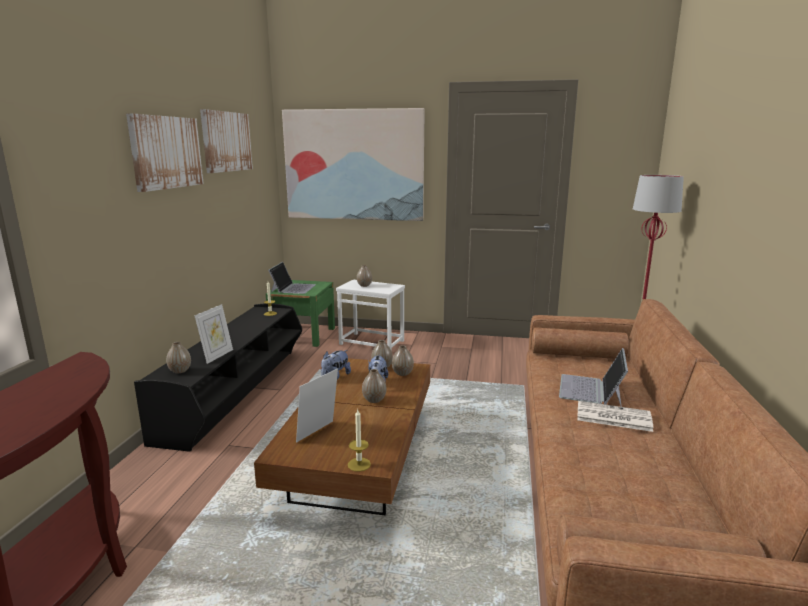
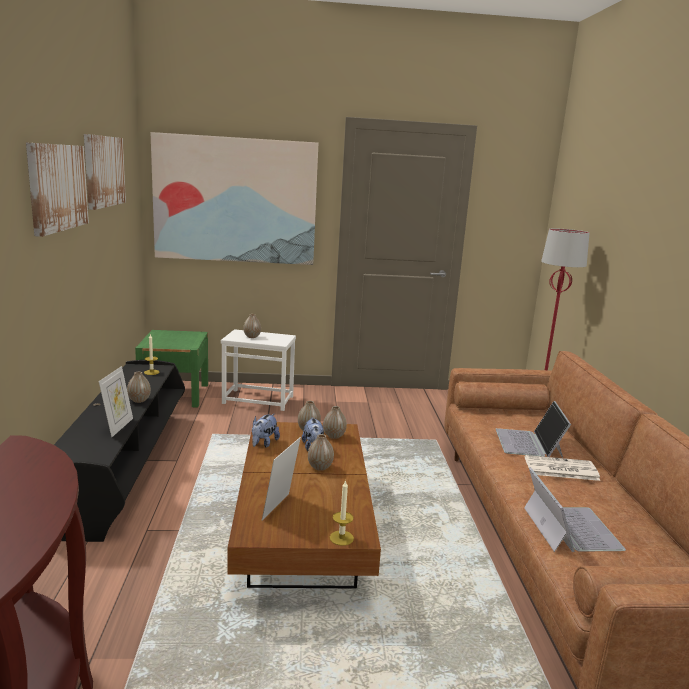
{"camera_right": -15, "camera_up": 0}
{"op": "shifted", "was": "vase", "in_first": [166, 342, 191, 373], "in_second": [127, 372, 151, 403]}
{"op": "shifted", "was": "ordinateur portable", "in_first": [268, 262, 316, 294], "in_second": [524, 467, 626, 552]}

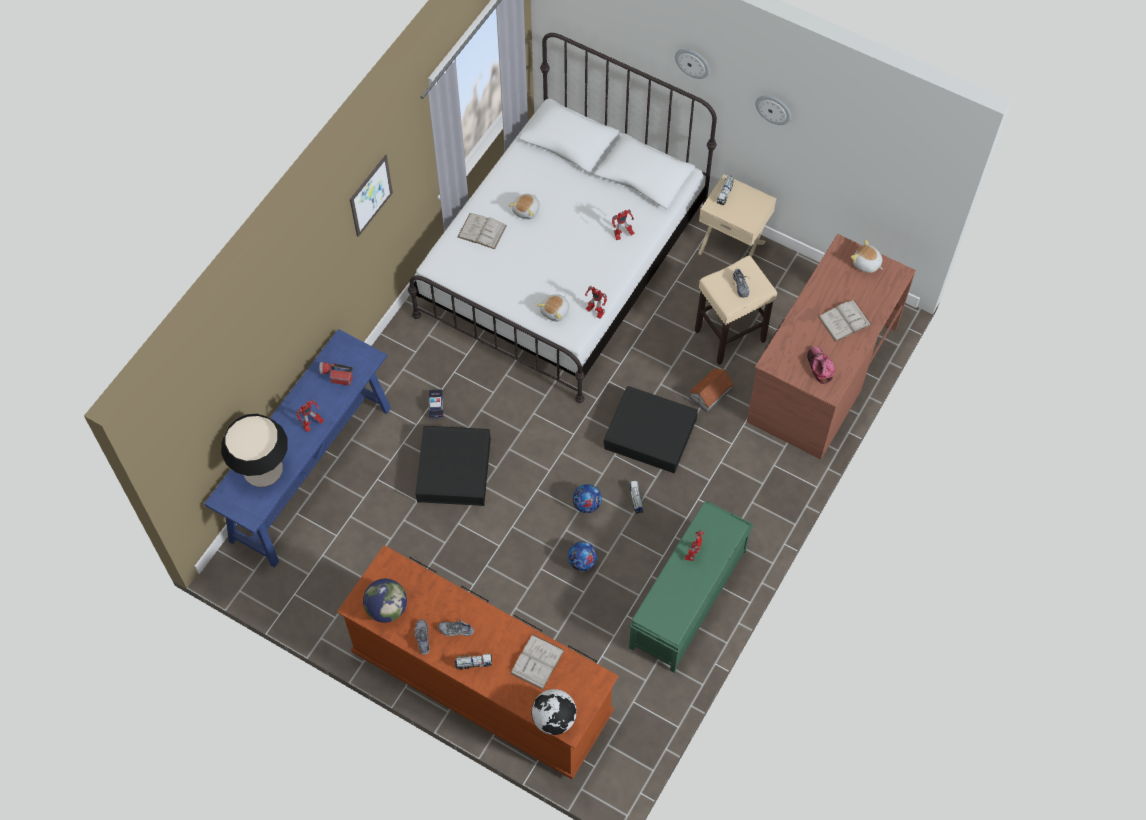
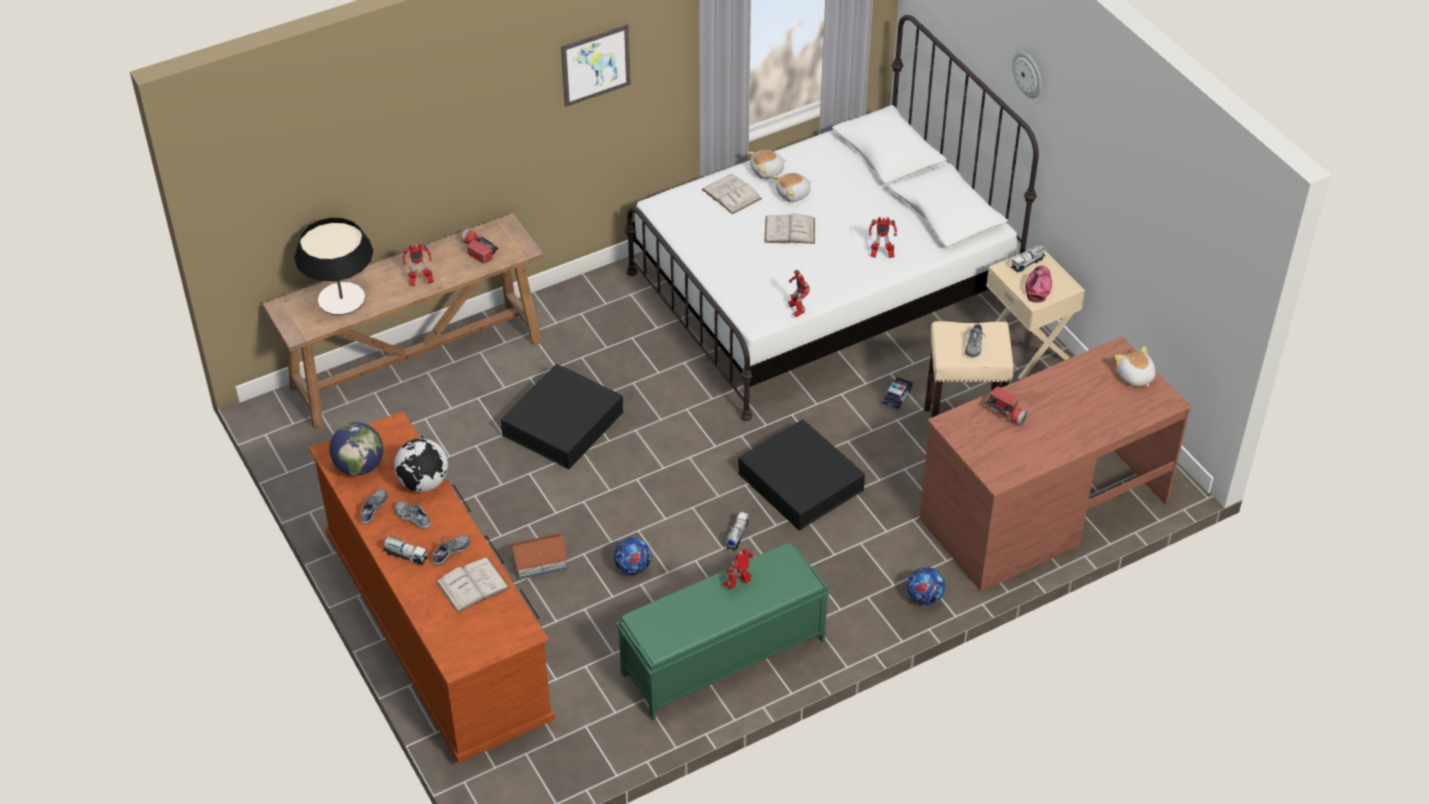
{"camera_right": 30, "camera_up": -15}
{"op": "repainted", "was": "table console [bleu]", "now": "table console [marron]", "in_first": [204, 329, 391, 568], "in_second": [263, 213, 544, 430]}
{"op": "shifted", "was": "globe", "in_first": [531, 689, 577, 735], "in_second": [394, 438, 448, 492]}
{"op": "new", "now": "chaussure", "in_second": [432, 535, 470, 566]}
{"op": "shifted", "was": "maison miniature", "in_first": [688, 368, 734, 413], "in_second": [509, 534, 568, 580]}
{"op": "shifted", "was": "peluche", "in_first": [537, 294, 569, 322], "in_second": [747, 150, 786, 179]}
{"op": "shifted", "was": "livre [blanc]", "in_first": [818, 300, 872, 342], "in_second": [764, 213, 815, 244]}
{"op": "shifted", "was": "petite voiture", "in_first": [428, 389, 443, 419], "in_second": [882, 377, 913, 410]}
{"op": "shifted", "was": "ballon de foot", "in_first": [573, 484, 602, 513], "in_second": [907, 567, 945, 605]}
{"op": "new", "now": "lampe de poche", "in_second": [984, 386, 1027, 426]}
{"op": "shifted", "was": "casquette", "in_first": [807, 346, 835, 384], "in_second": [1025, 266, 1052, 302]}
{"op": "gone", "was": "horloge murale", "in_first": [755, 95, 791, 125]}

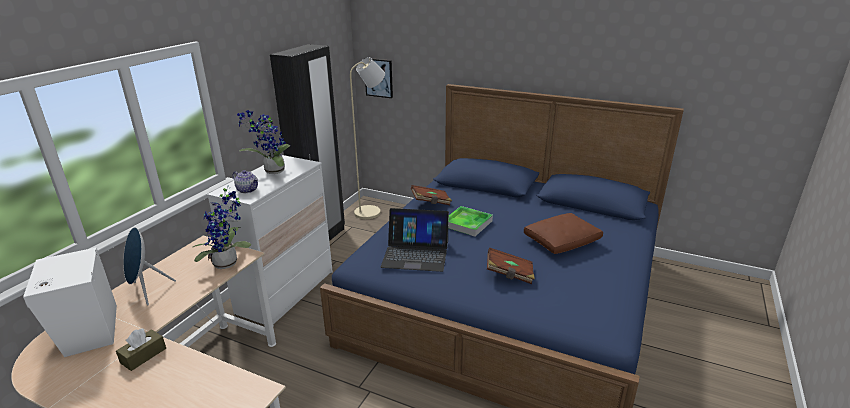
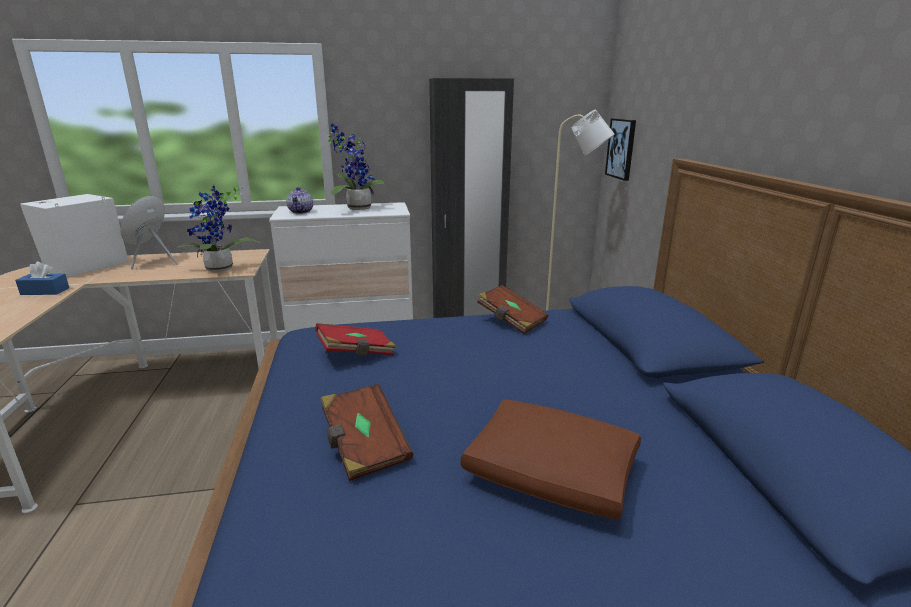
{"camera_right": 55, "camera_up": -5}
{"op": "repainted", "was": "boîte à mouchoirs [marron]", "now": "boîte à mouchoirs [bleu]", "in_first": [116, 329, 166, 371], "in_second": [15, 262, 69, 295]}
{"op": "swapped", "was": "ordinateur portable", "now": "livre [rouge]", "in_first": [381, 208, 449, 272], "in_second": [315, 323, 396, 356]}
{"op": "gone", "was": "plateau", "in_first": [448, 206, 493, 237]}

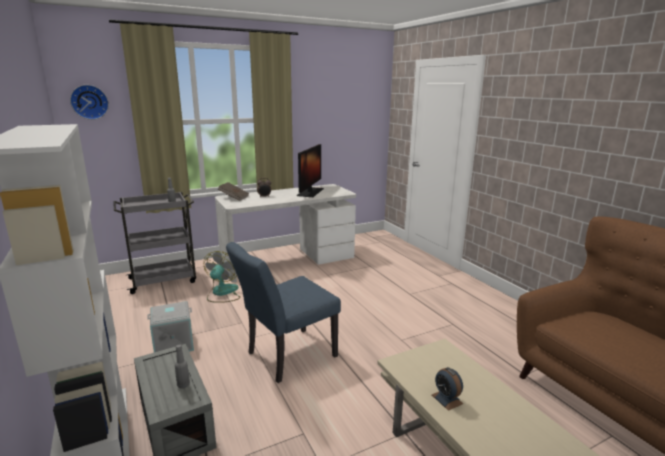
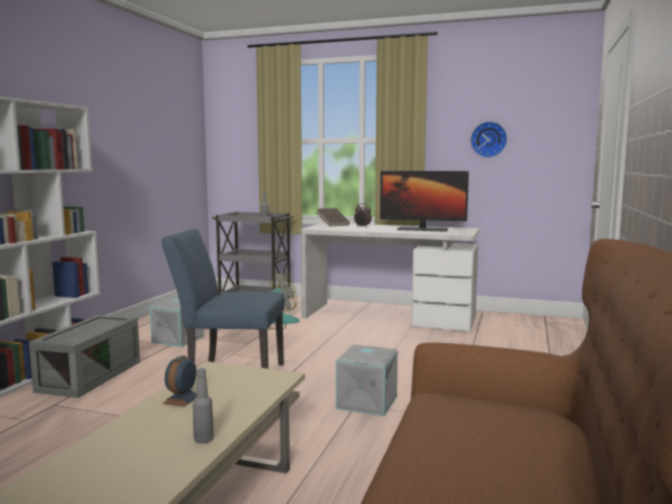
{"camera_right": 45, "camera_up": -10}
{"op": "shifted", "was": "bouteille [gris]", "in_first": [175, 344, 190, 389], "in_second": [193, 368, 214, 444]}
{"op": "new", "now": "boîte de rangement [gris]", "in_second": [336, 345, 398, 416]}
{"op": "rotated", "was": "écran d'ordinateur", "in_first": [297, 144, 324, 197], "in_second": [380, 171, 469, 232], "clockwise": 45}
{"op": "shifted", "was": "horloge murale", "in_first": [70, 85, 109, 120], "in_second": [470, 121, 507, 158]}

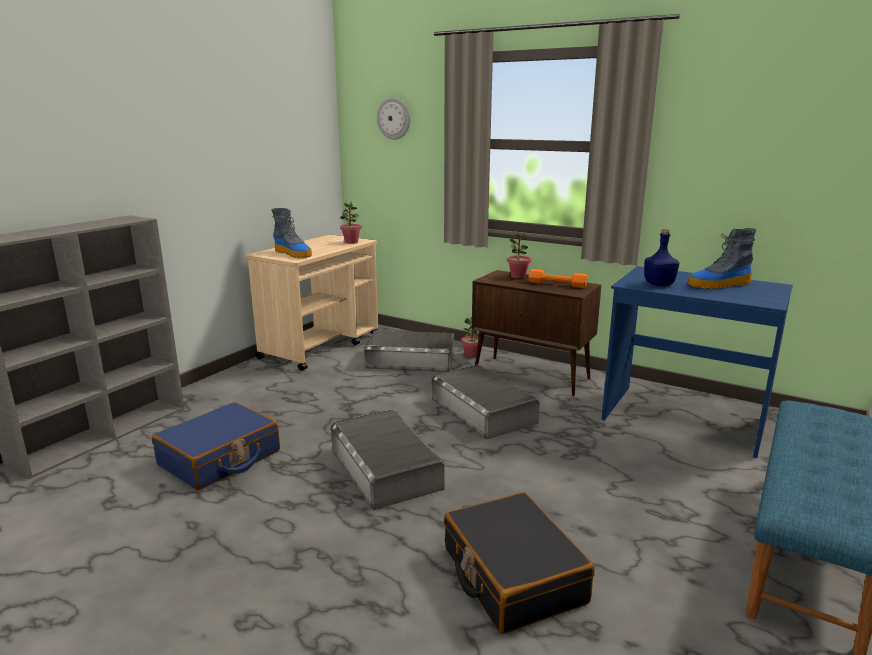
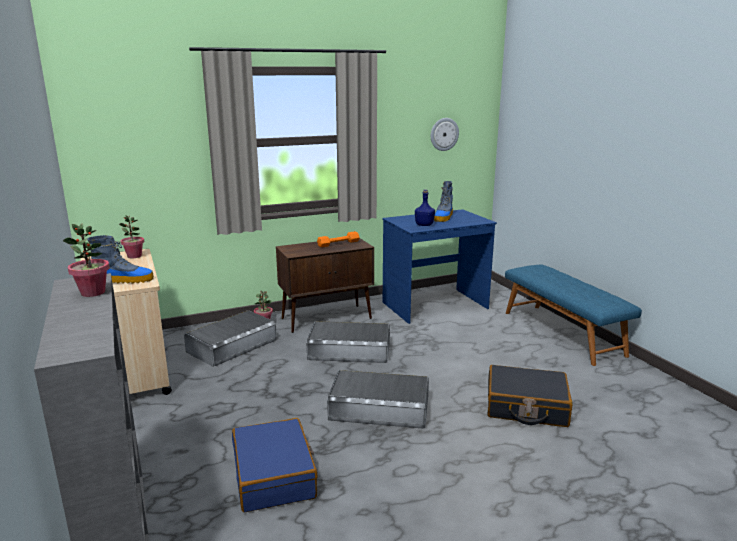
{"camera_right": -55, "camera_up": 0}
{"op": "shifted", "was": "plante en pot", "in_first": [507, 231, 531, 279], "in_second": [63, 223, 110, 297]}
{"op": "shifted", "was": "horloge murale", "in_first": [377, 97, 410, 140], "in_second": [431, 118, 459, 151]}

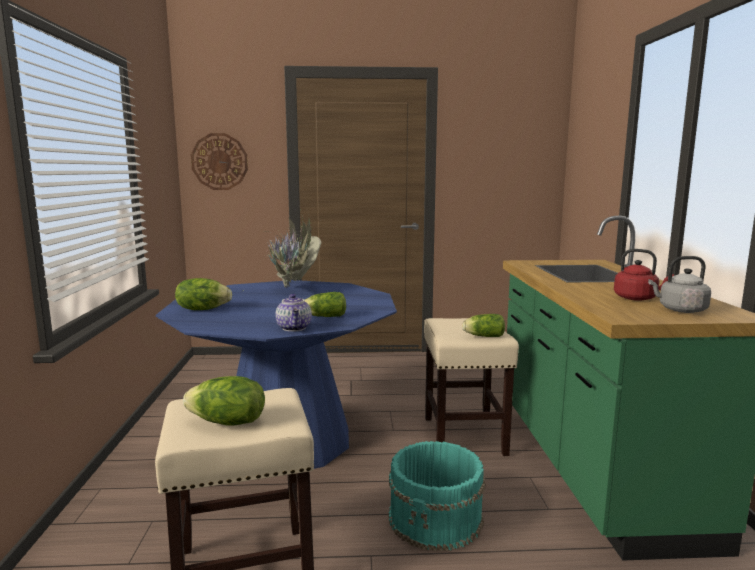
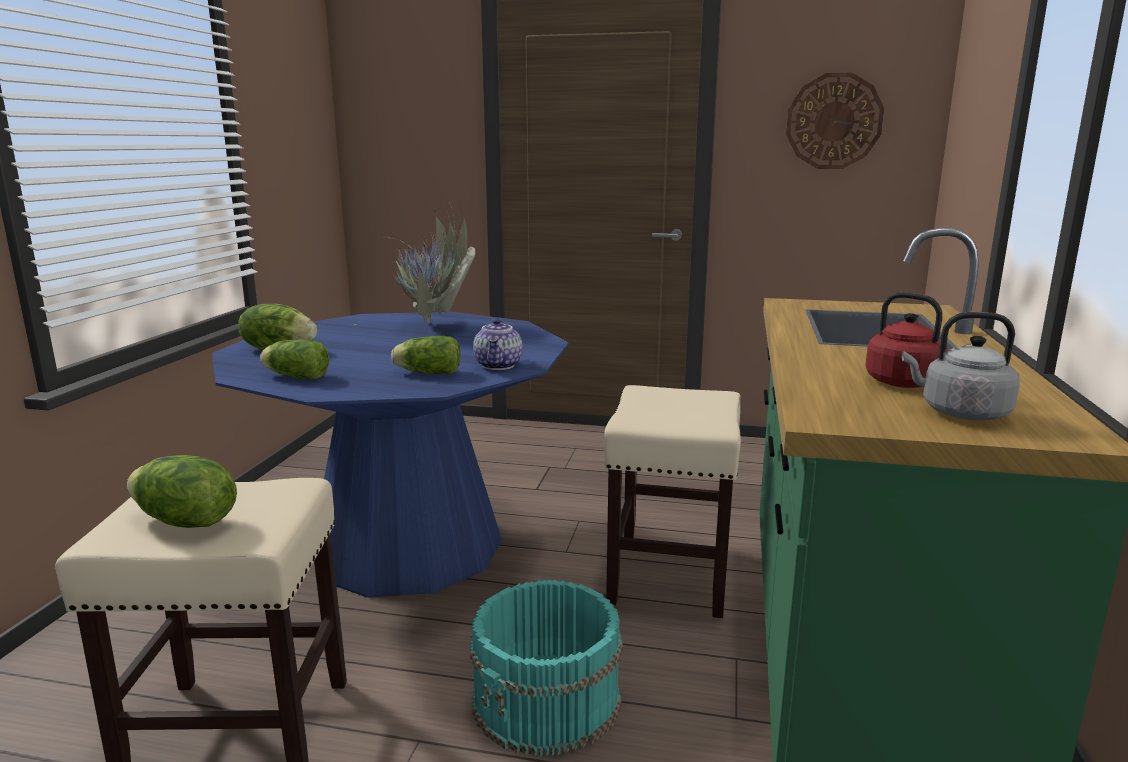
{"camera_right": 15, "camera_up": 5}
{"op": "shifted", "was": "laitue", "in_first": [462, 314, 505, 337], "in_second": [260, 340, 329, 379]}
{"op": "shifted", "was": "théière", "in_first": [275, 294, 312, 332], "in_second": [473, 318, 523, 370]}
{"op": "shifted", "was": "horloge murale", "in_first": [191, 133, 248, 190], "in_second": [786, 73, 884, 169]}

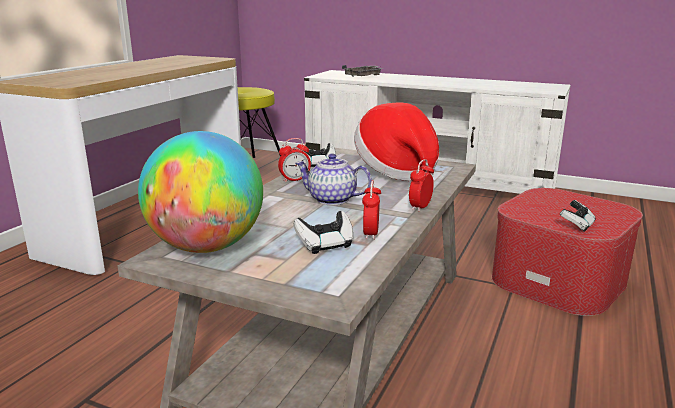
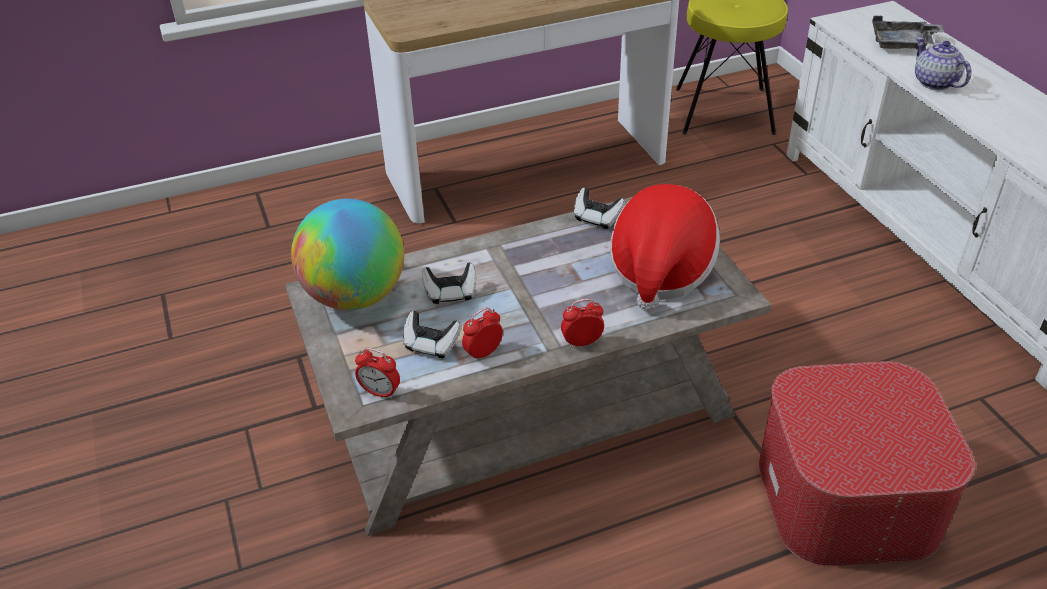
{"camera_right": 45, "camera_up": 20}
{"op": "shifted", "was": "réveil", "in_first": [278, 138, 311, 182], "in_second": [355, 348, 400, 399]}
{"op": "shifted", "was": "manette", "in_first": [560, 200, 596, 232], "in_second": [422, 263, 476, 304]}
{"op": "shifted", "was": "théière", "in_first": [295, 153, 372, 205], "in_second": [915, 37, 972, 90]}

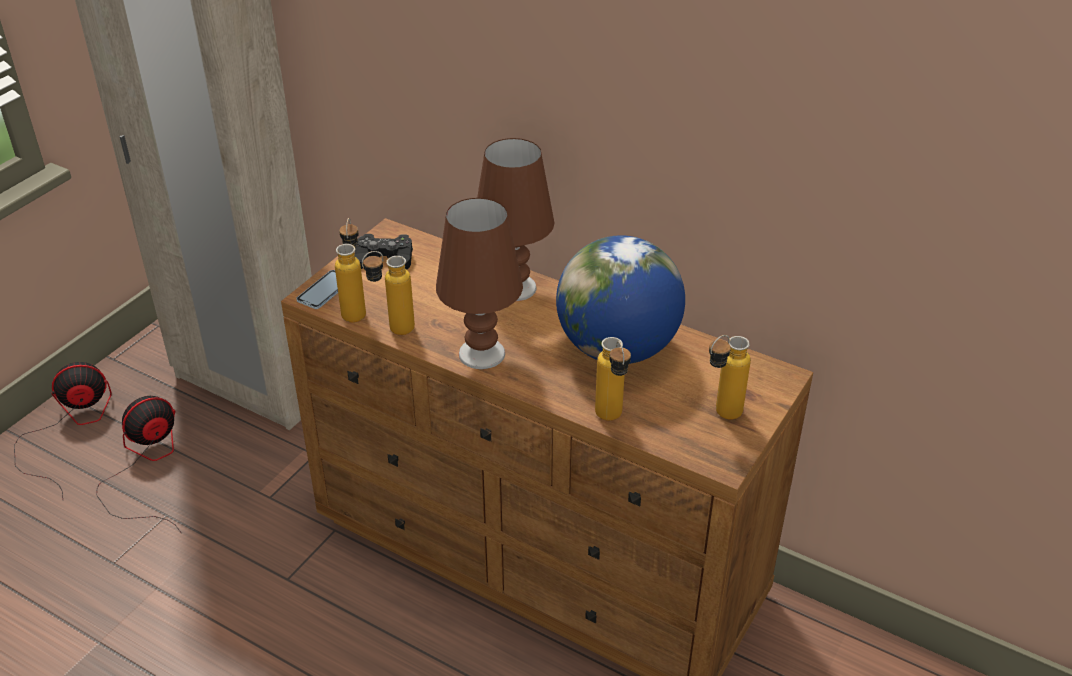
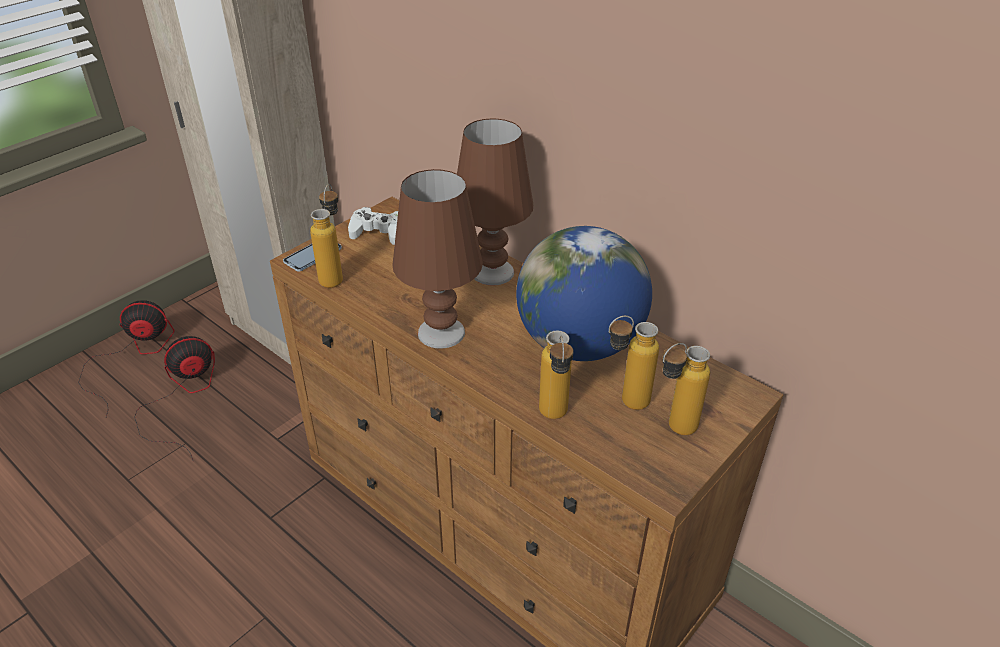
{"camera_right": 10, "camera_up": 0}
{"op": "repainted", "was": "manette [noir]", "now": "manette [blanc]", "in_first": [355, 234, 413, 270], "in_second": [348, 207, 398, 245]}
{"op": "shifted", "was": "bouteille", "in_first": [362, 251, 415, 335], "in_second": [609, 316, 659, 410]}

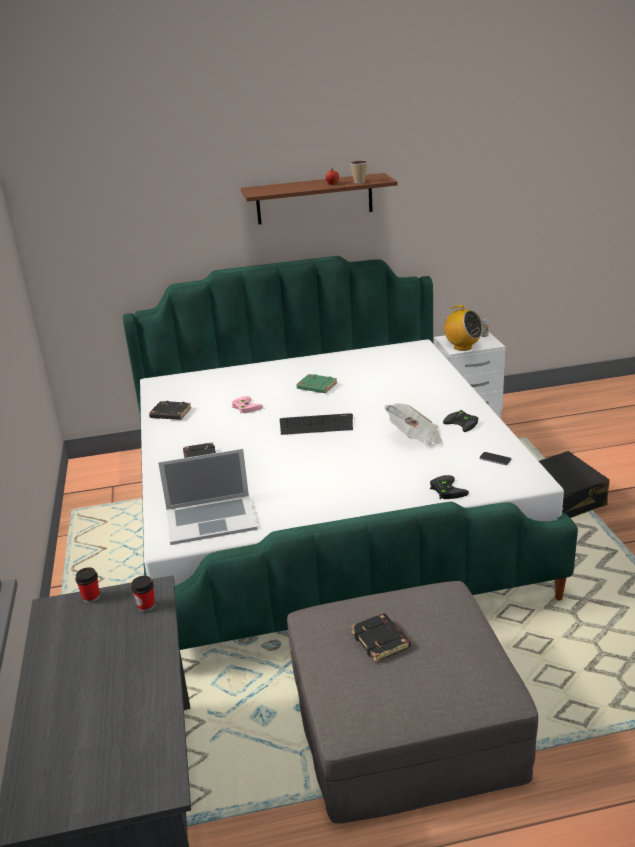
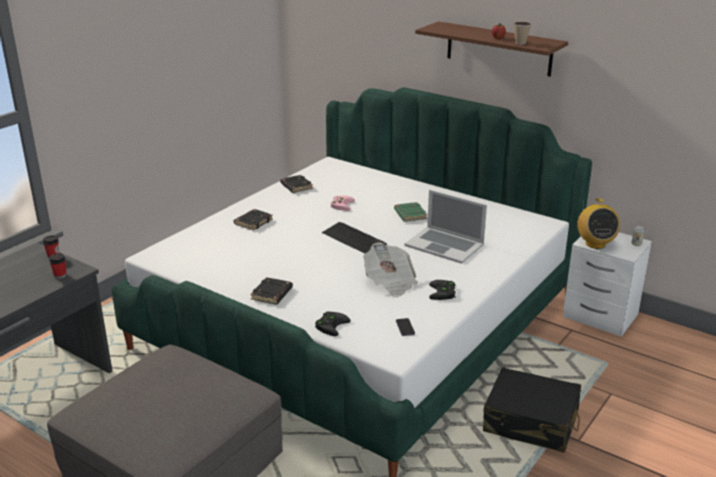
{"camera_right": 45, "camera_up": 0}
{"op": "shifted", "was": "livre [noir]", "in_first": [351, 613, 411, 662], "in_second": [250, 277, 293, 304]}
{"op": "shifted", "was": "ordinateur portable", "in_first": [158, 449, 258, 545], "in_second": [405, 190, 487, 264]}

